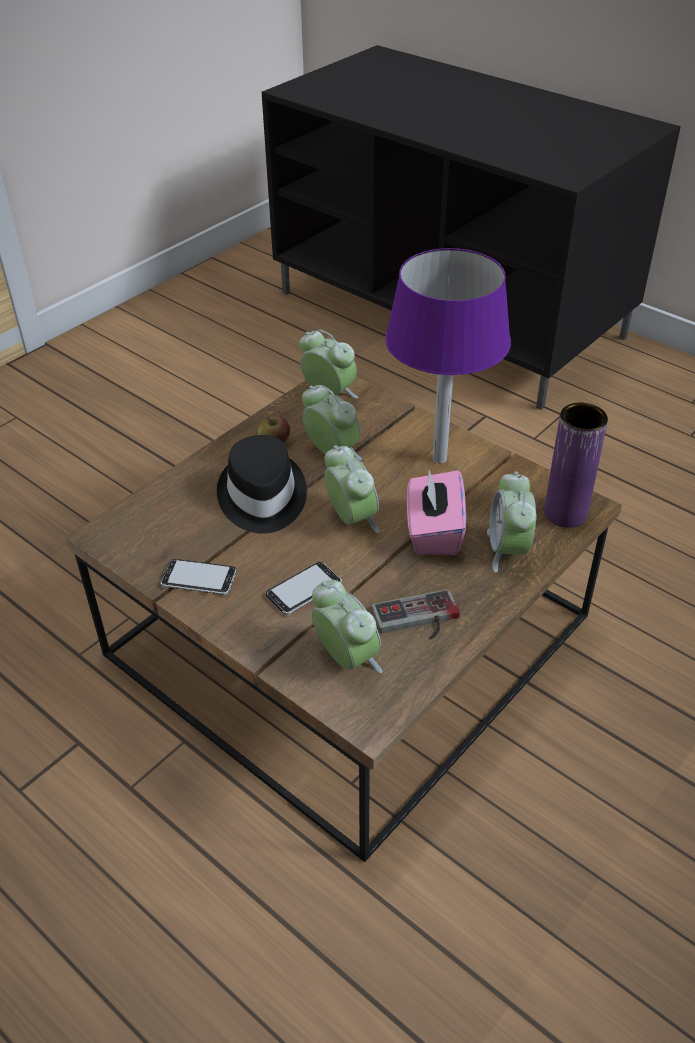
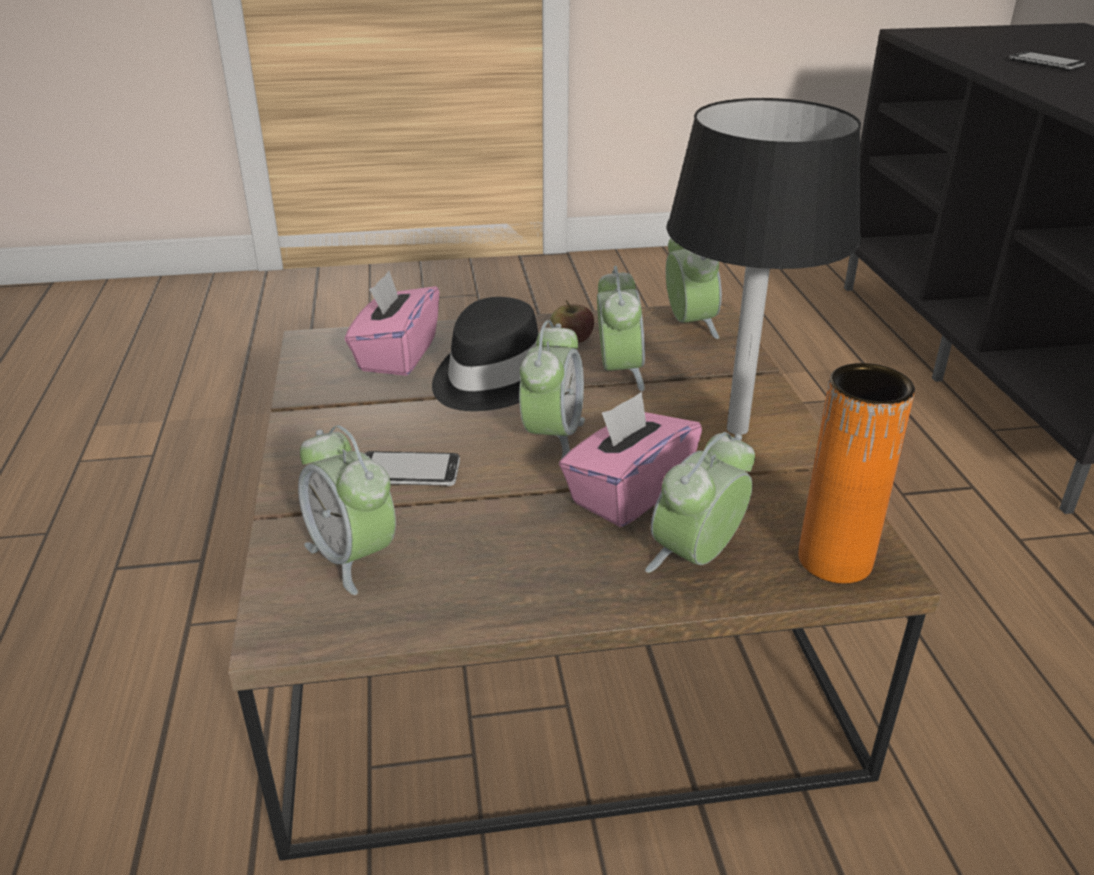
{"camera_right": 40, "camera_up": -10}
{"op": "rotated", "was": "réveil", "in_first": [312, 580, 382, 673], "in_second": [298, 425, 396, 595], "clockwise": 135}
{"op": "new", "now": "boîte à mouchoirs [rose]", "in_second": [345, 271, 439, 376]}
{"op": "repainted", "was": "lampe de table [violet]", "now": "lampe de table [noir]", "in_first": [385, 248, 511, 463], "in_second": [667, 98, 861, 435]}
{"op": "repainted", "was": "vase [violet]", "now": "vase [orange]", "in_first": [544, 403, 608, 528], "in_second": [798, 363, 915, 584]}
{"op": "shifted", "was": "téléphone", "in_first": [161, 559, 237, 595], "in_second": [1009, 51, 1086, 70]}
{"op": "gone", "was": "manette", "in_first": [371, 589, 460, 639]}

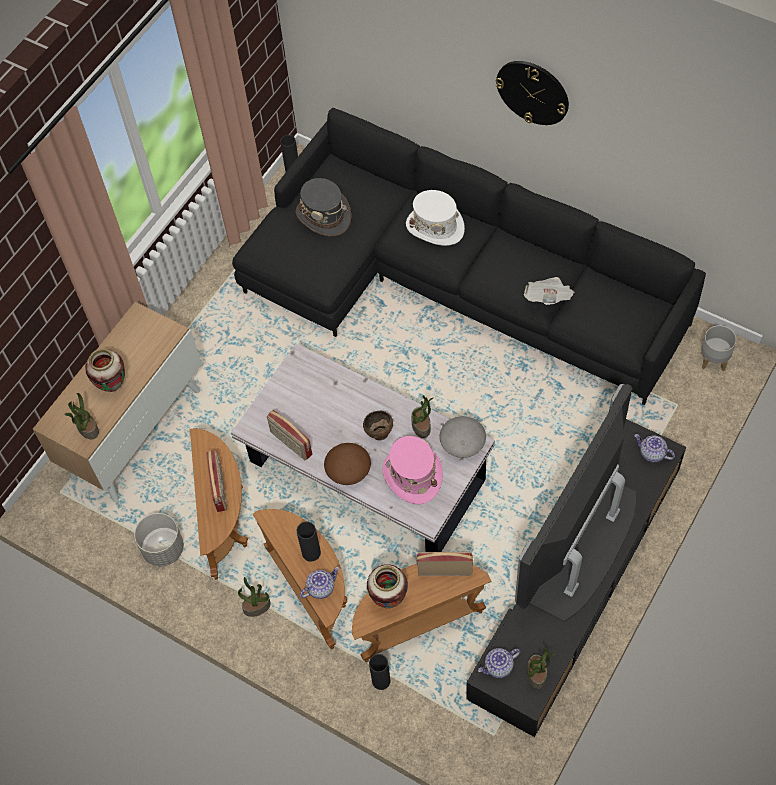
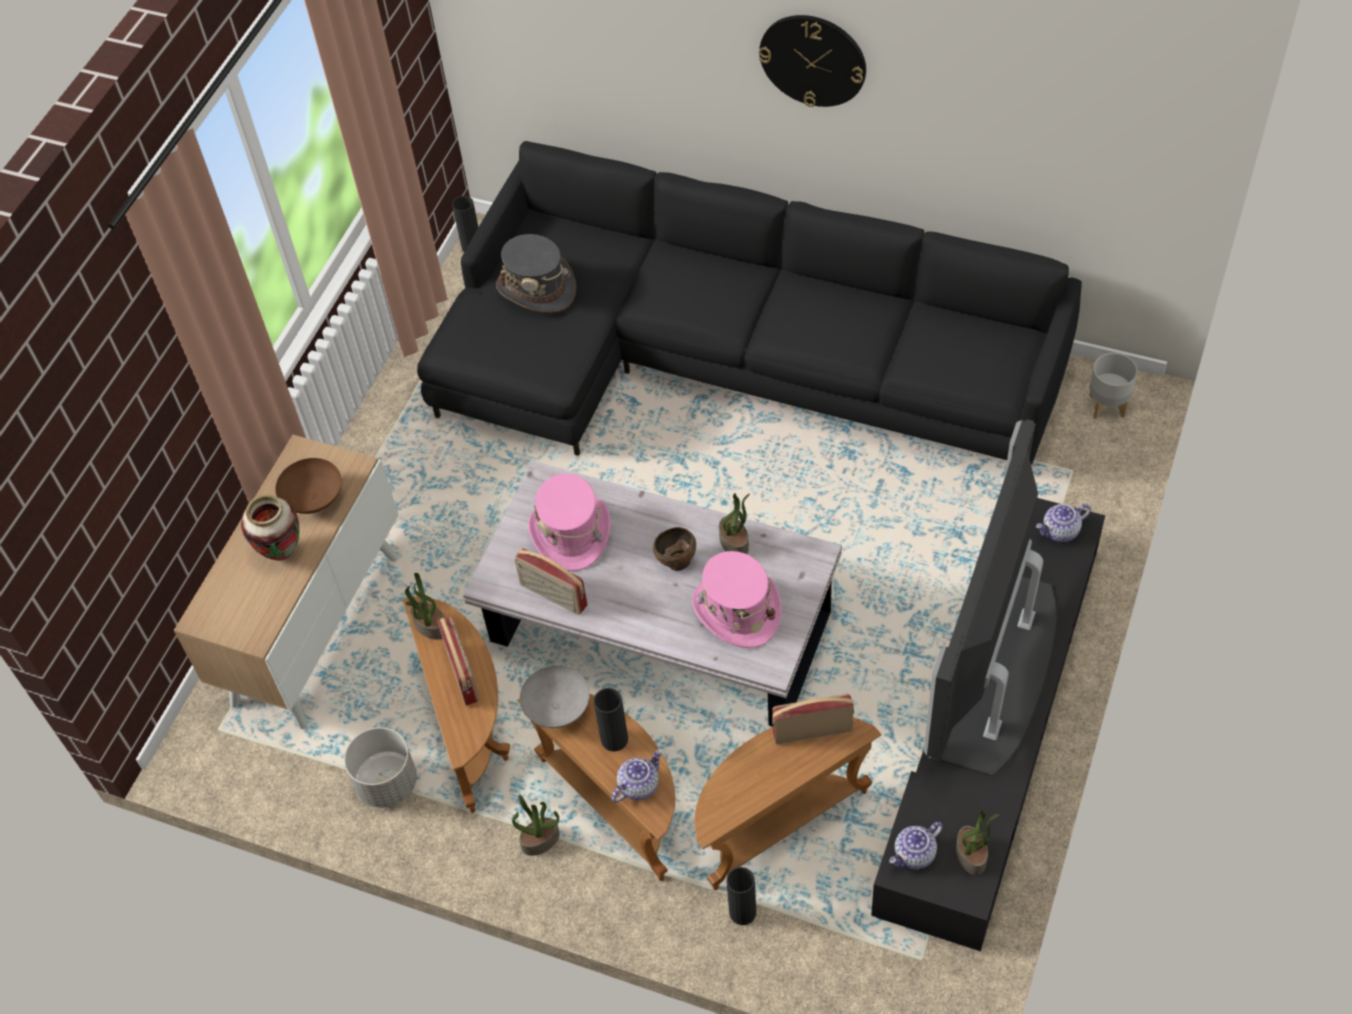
{"camera_right": -10, "camera_up": -5}
{"op": "shifted", "was": "bol [marron]", "in_first": [324, 443, 371, 485], "in_second": [275, 458, 342, 514]}
{"op": "shifted", "was": "plante en pot", "in_first": [64, 393, 99, 439], "in_second": [405, 573, 445, 640]}
{"op": "shifted", "was": "bol [gris]", "in_first": [439, 416, 486, 458], "in_second": [520, 666, 590, 728]}
{"op": "new", "now": "chapeau [rose]", "in_second": [528, 474, 610, 571]}
{"op": "rotated", "was": "théière", "in_first": [634, 434, 675, 462], "in_second": [1036, 504, 1091, 542], "clockwise": -45}
{"op": "gone", "was": "vase", "in_first": [367, 565, 408, 608]}
{"op": "gone", "was": "chapeau [blanc]", "in_first": [406, 190, 465, 246]}
{"op": "gone", "was": "journal", "in_first": [524, 277, 575, 305]}

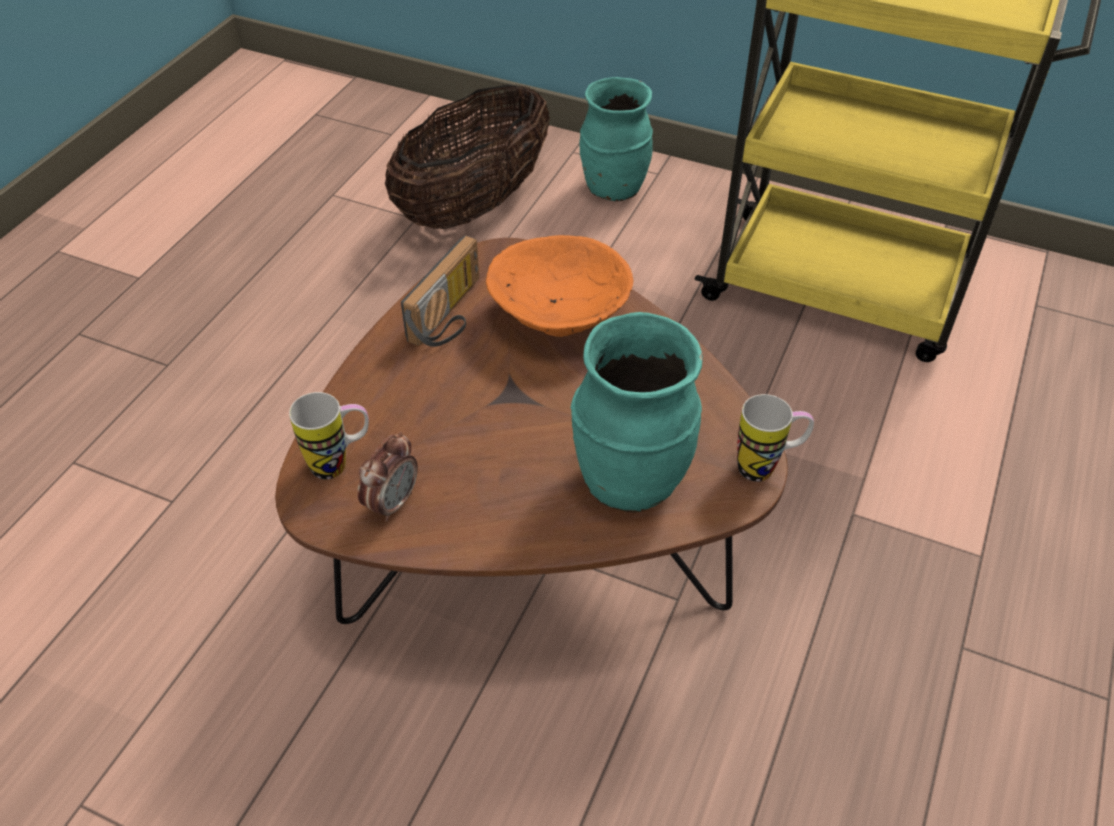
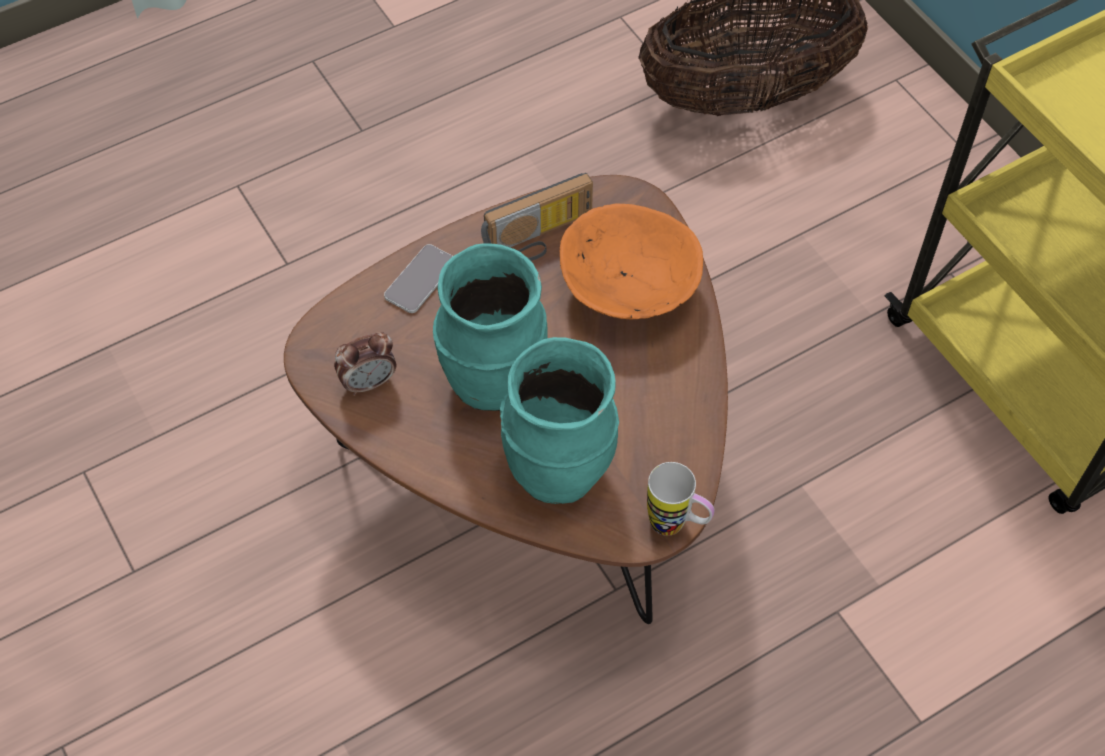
{"camera_right": 35, "camera_up": 10}
{"op": "new", "now": "téléphone", "in_second": [384, 244, 453, 313]}
{"op": "shifted", "was": "vase [turquoise]", "in_first": [579, 77, 653, 201], "in_second": [433, 243, 548, 411]}
{"op": "gone", "was": "mug", "in_first": [289, 392, 369, 479]}

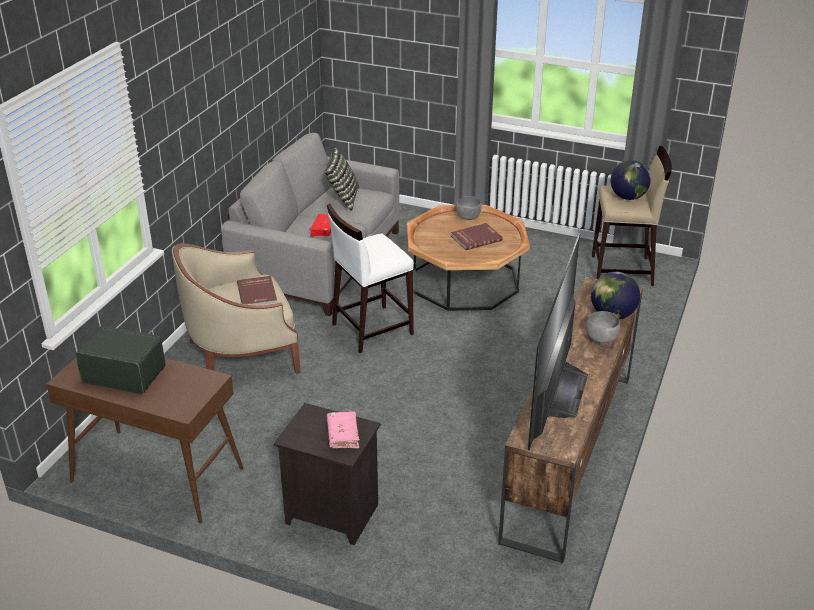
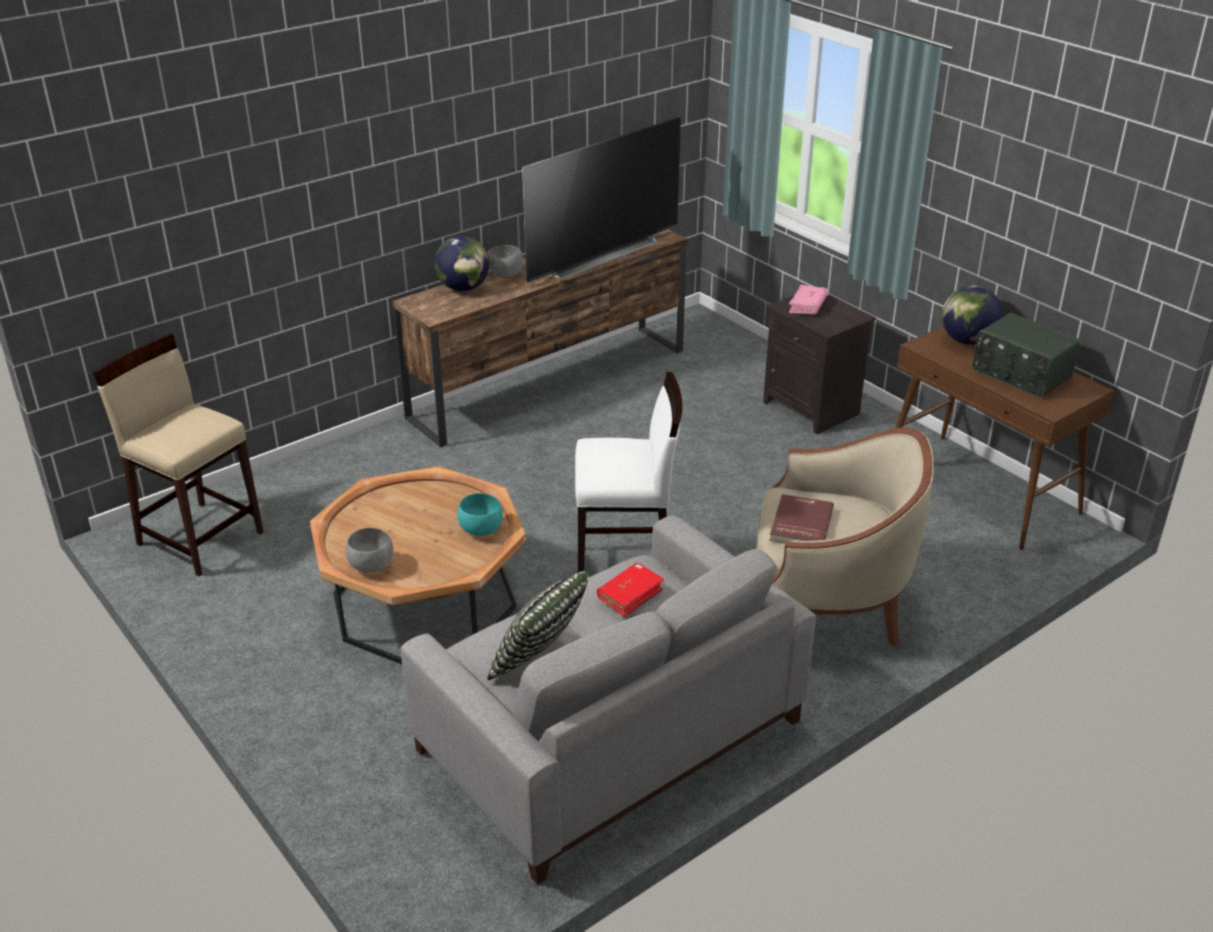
{"camera_right": -150, "camera_up": 0}
{"op": "new", "now": "bol [turquoise]", "in_second": [458, 493, 503, 536]}
{"op": "shifted", "was": "globe", "in_first": [611, 160, 651, 200], "in_second": [942, 285, 1003, 345]}
{"op": "gone", "was": "livre [rouge]", "in_first": [451, 223, 503, 250]}

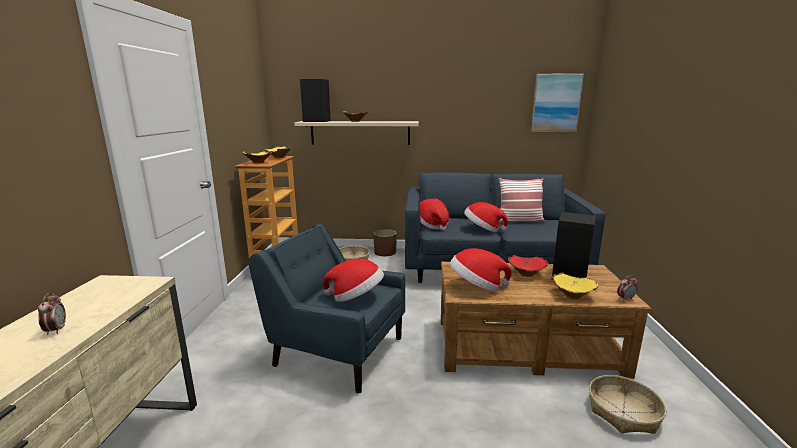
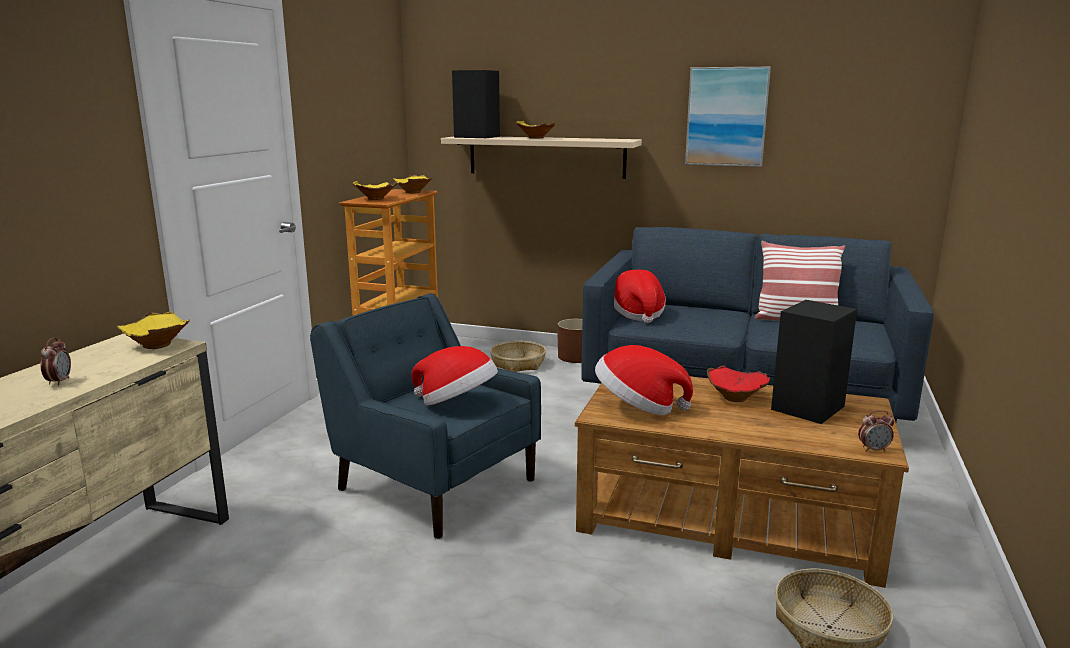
{"camera_right": 15, "camera_up": 0}
{"op": "shifted", "was": "bol [jaune]", "in_first": [552, 272, 598, 299], "in_second": [116, 311, 190, 349]}
{"op": "shifted", "was": "tableau", "in_first": [531, 73, 584, 132], "in_second": [685, 67, 771, 167]}
{"op": "gone", "was": "chapeau", "in_first": [464, 202, 508, 232]}

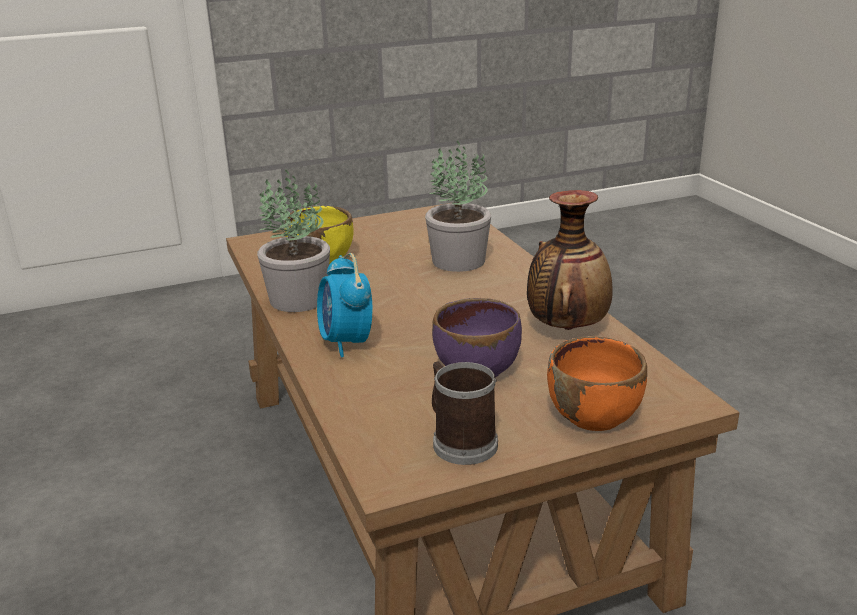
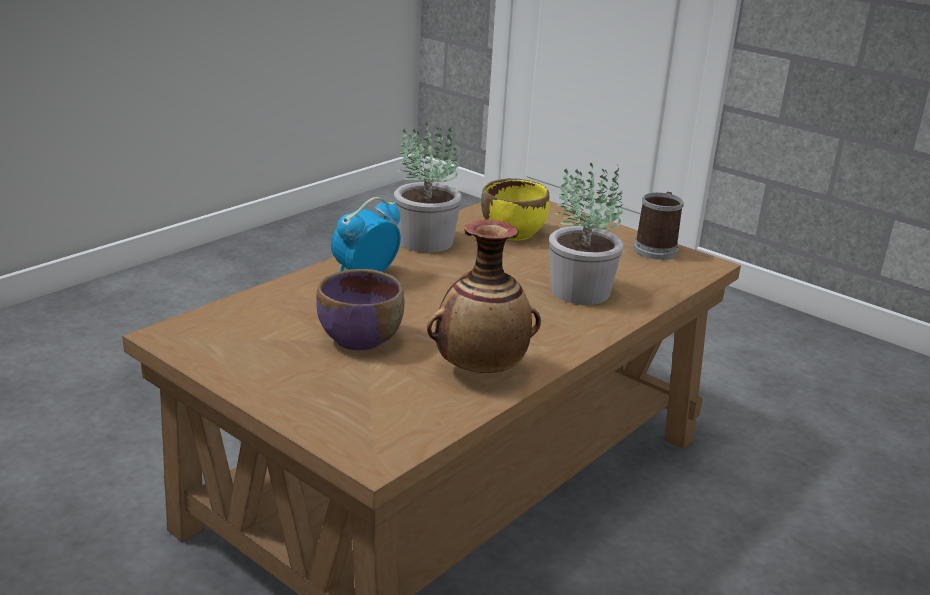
{"camera_right": 60, "camera_up": 0}
{"op": "shifted", "was": "mug", "in_first": [432, 361, 498, 465], "in_second": [633, 192, 684, 260]}
{"op": "gone", "was": "bol [orange]", "in_first": [547, 336, 647, 431]}

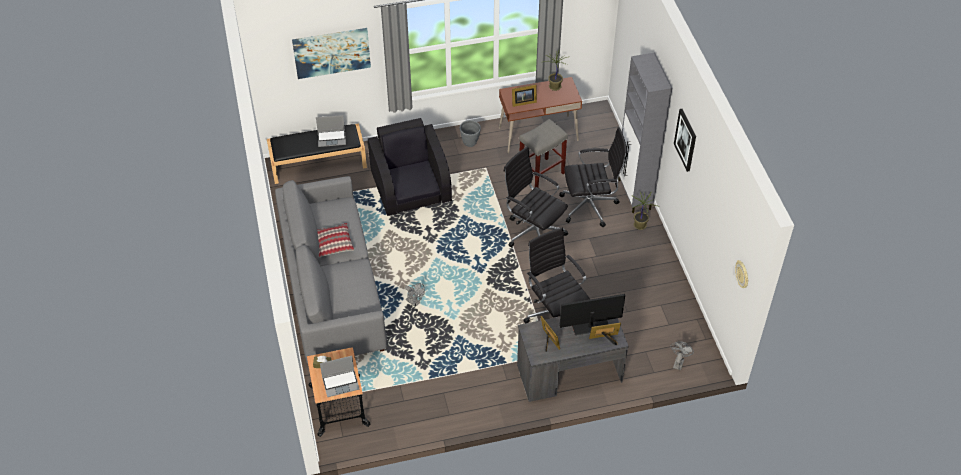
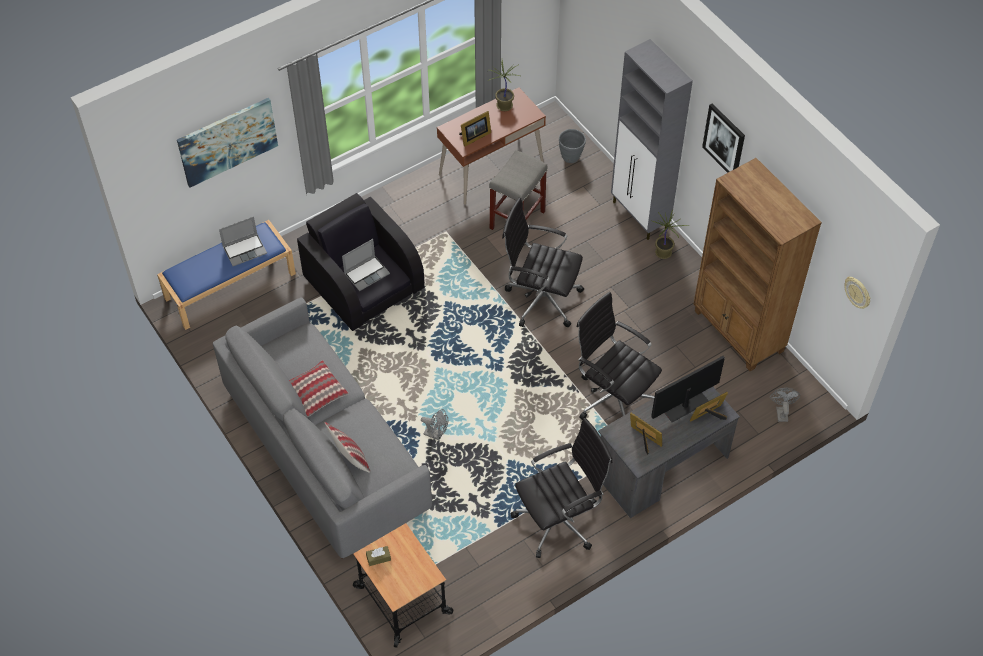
{"camera_right": -20, "camera_up": 5}
{"op": "repainted", "was": "banc [noir]", "now": "banc [bleu]", "in_first": [267, 123, 367, 184], "in_second": [157, 220, 296, 330]}
{"op": "new", "now": "coussin", "in_second": [325, 422, 370, 473]}
{"op": "shifted", "was": "ordinateur portable", "in_first": [320, 356, 359, 397], "in_second": [342, 239, 390, 291]}
{"op": "shifted", "was": "chaise de bureau [noir]", "in_first": [559, 127, 627, 227], "in_second": [511, 418, 612, 558]}
{"op": "shifted", "was": "cache-pot [gris]", "in_first": [460, 120, 481, 147], "in_second": [559, 129, 586, 163]}
{"op": "new", "now": "bibliothèque [marron]", "in_second": [694, 158, 822, 371]}

